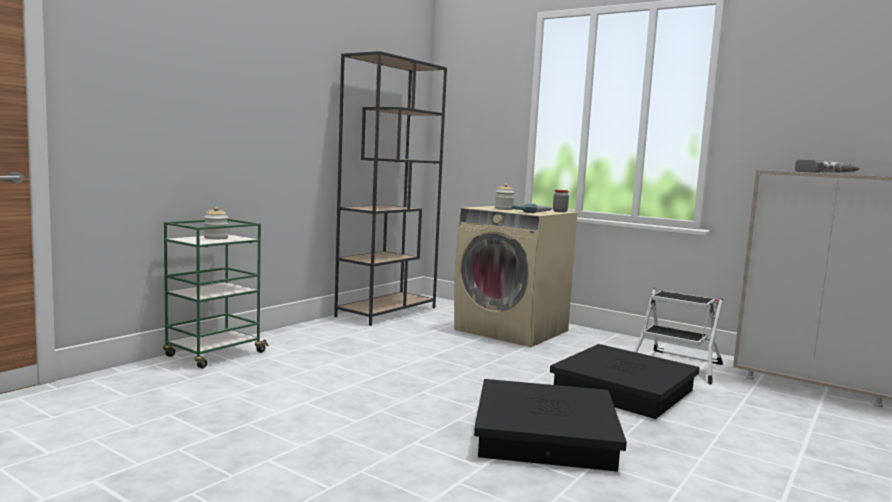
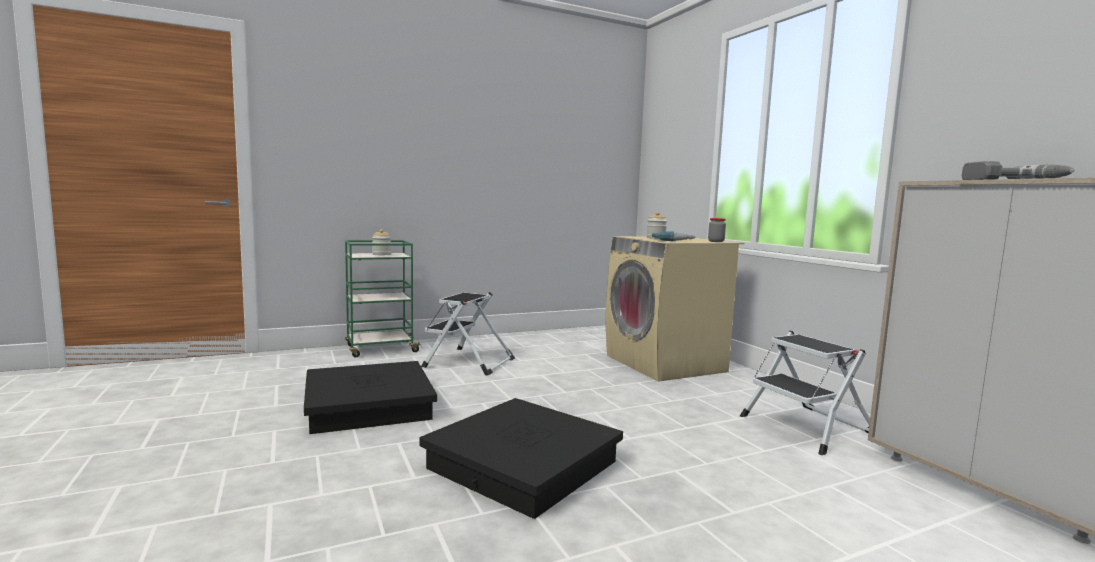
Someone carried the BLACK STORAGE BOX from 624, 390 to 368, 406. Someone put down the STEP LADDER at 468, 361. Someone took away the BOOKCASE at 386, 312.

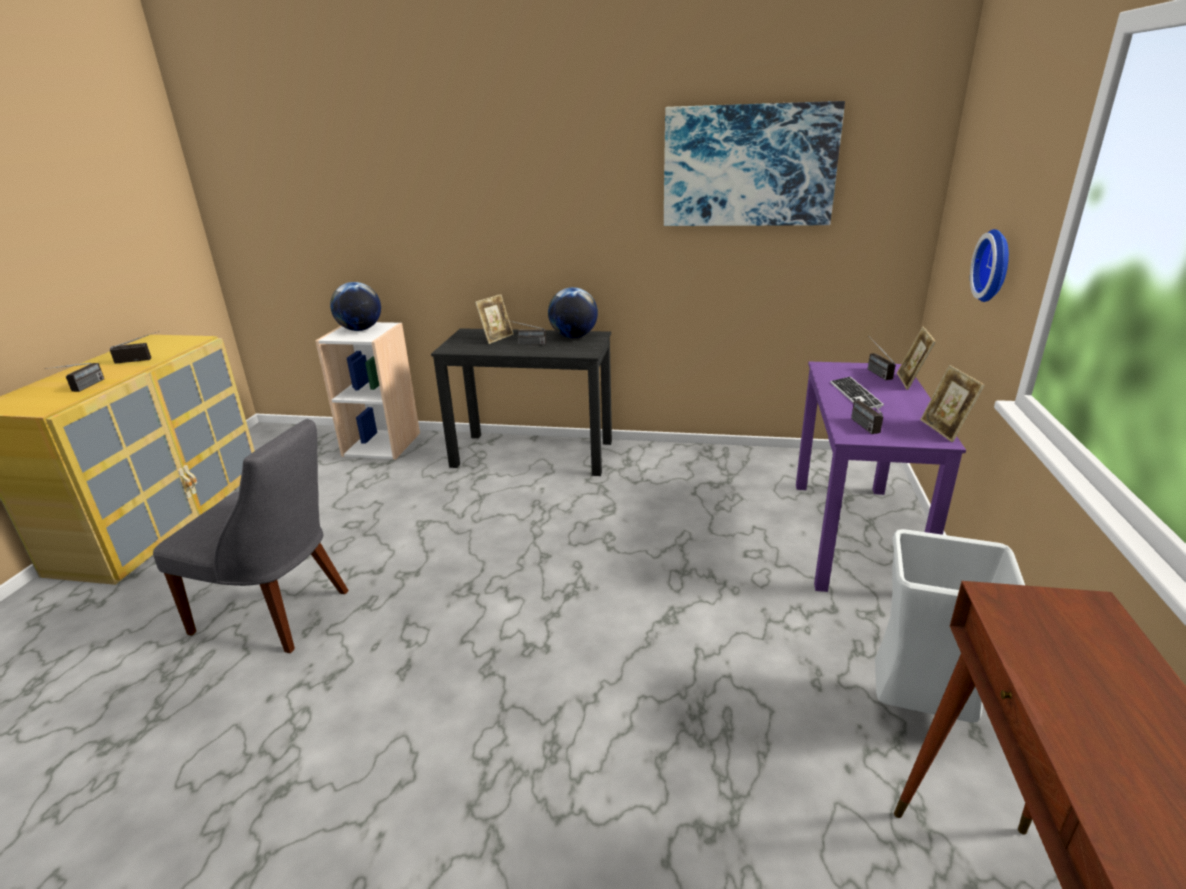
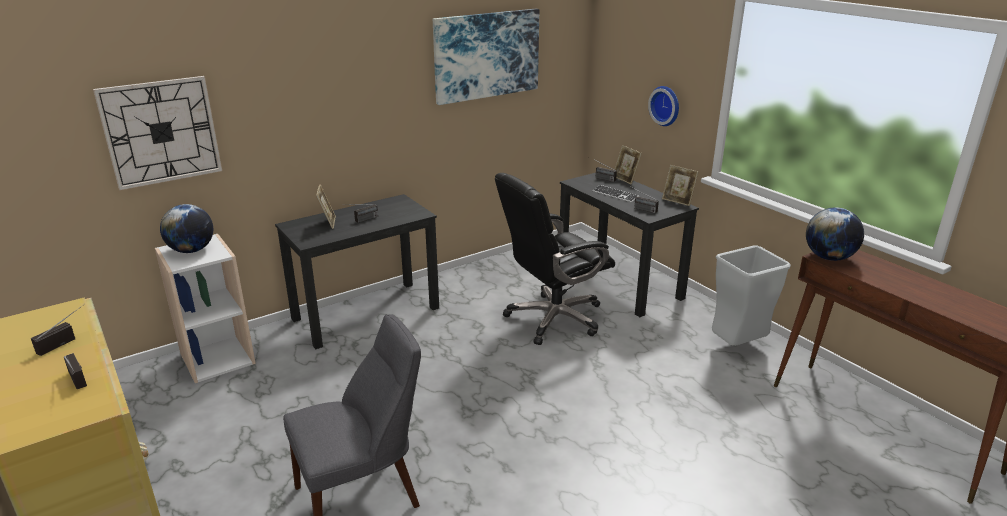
Someone put up the WALL CLOCK at 161, 132. Someone put down the BLACK OFFICE CHAIR at 554, 319. Someone repainted the PURPLE DESK at 852, 535, which became the BLACK DESK at 619, 282. Someone carried the GLOBE from 574, 336 to 829, 257.

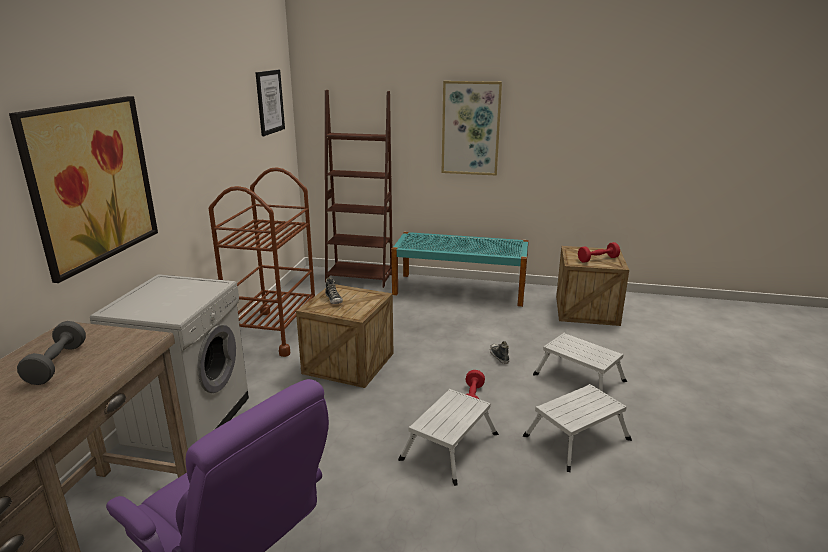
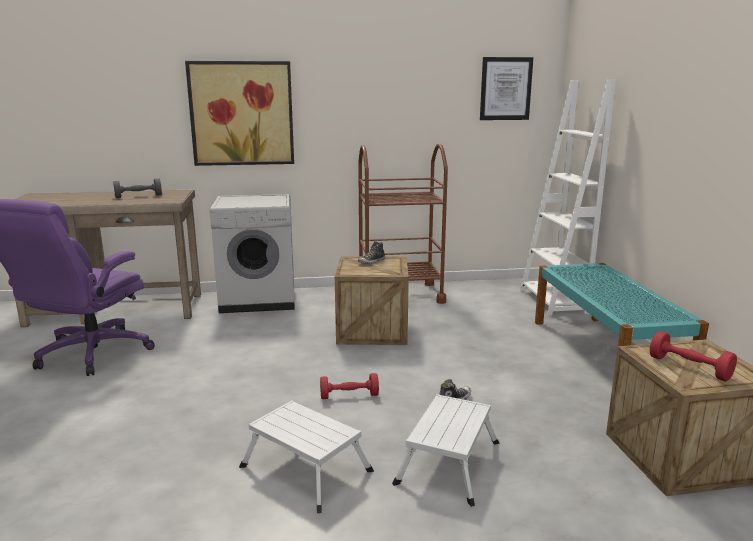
Someone repainted the BROWN BOOKCASE at 359, 278, which became the WHITE BOOKCASE at 553, 301. Someone took away the WHITE STEP LADDER at 449, 447. Someone took away the PICTURE at 470, 128.

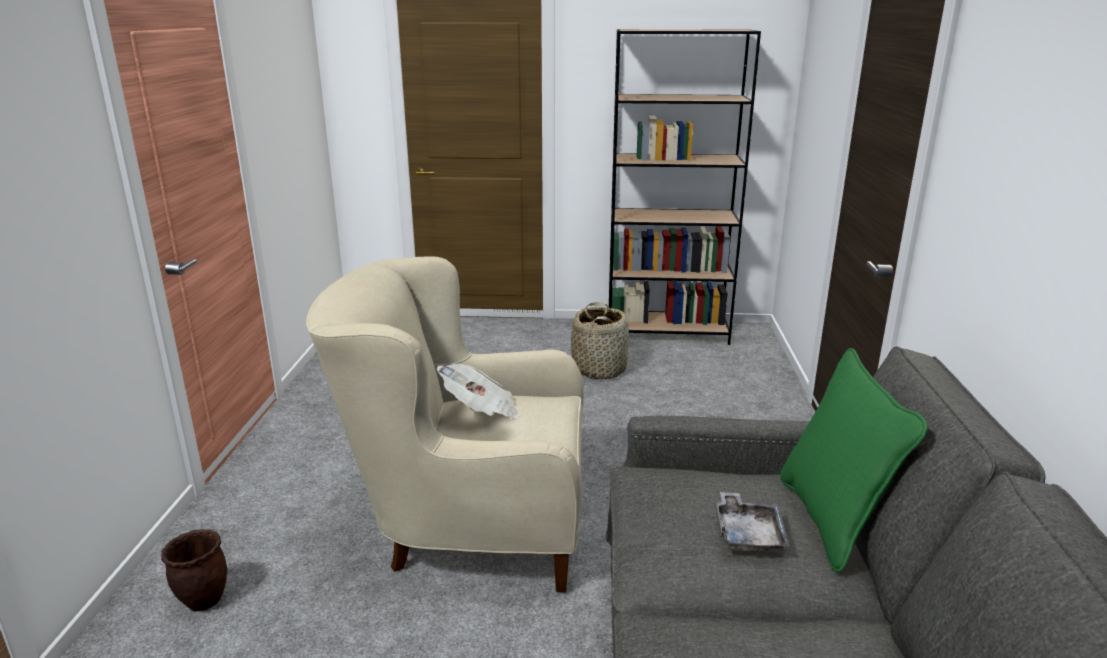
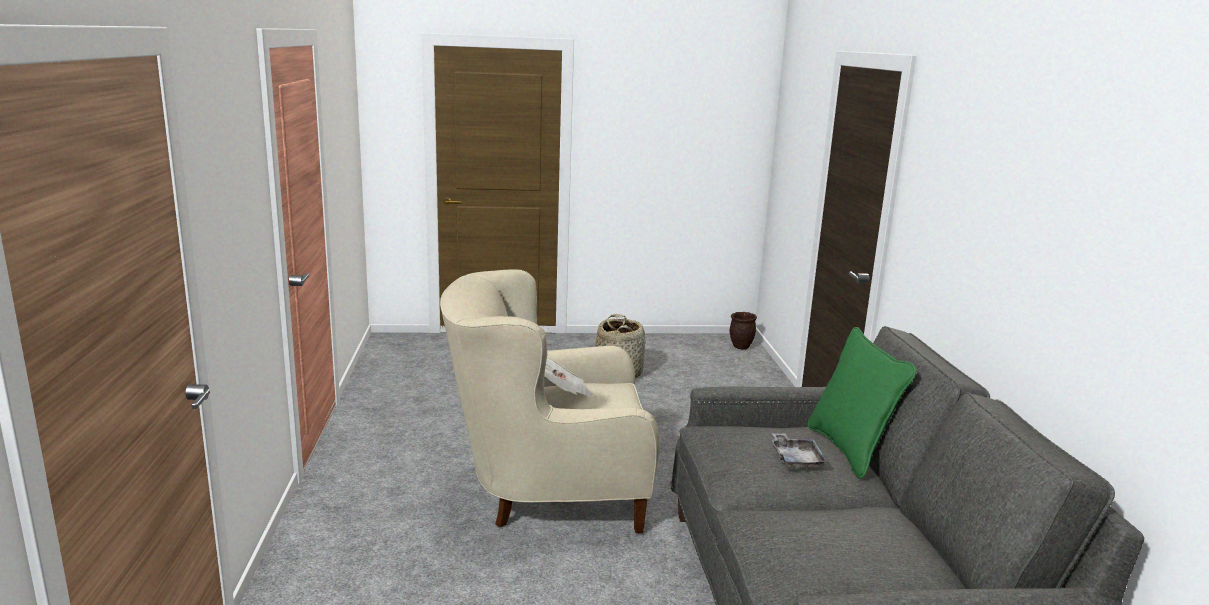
Someone carried the BROWN PLANTER from 204, 600 to 740, 346. Someone took away the BEIGE BOOKCASE at 667, 332.

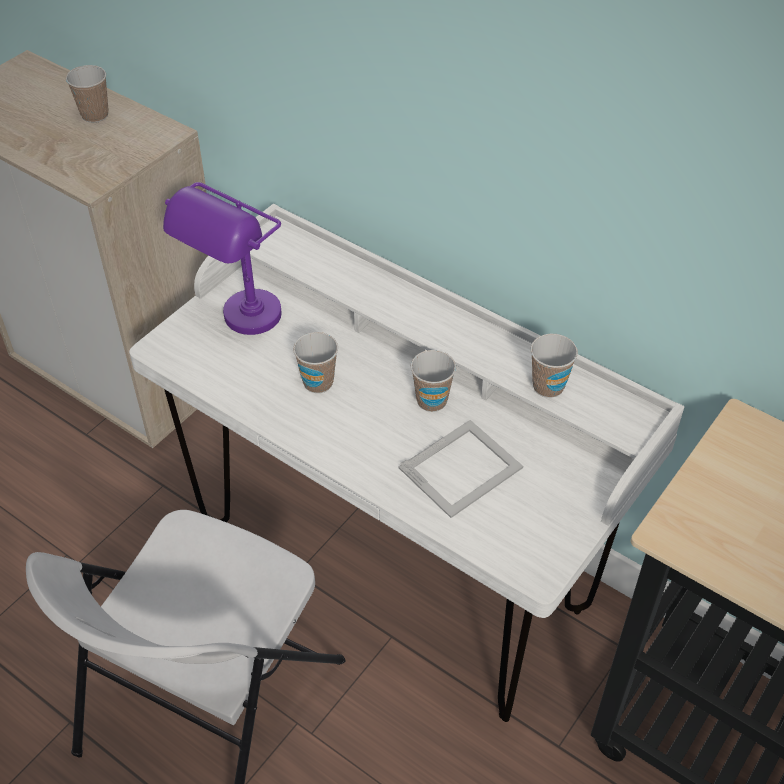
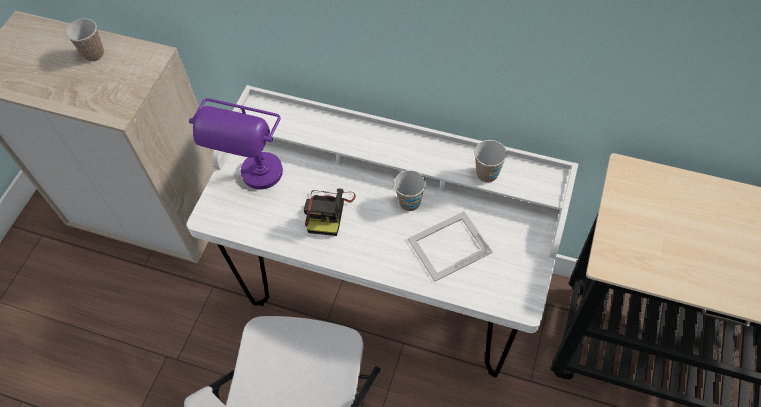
Someone swapped the CUP at 318, 382 for the PHOTO CAMERA at 328, 211. Someone rotated the PICTURE FRAME at 462, 467 by 150 degrees counterclockwise.

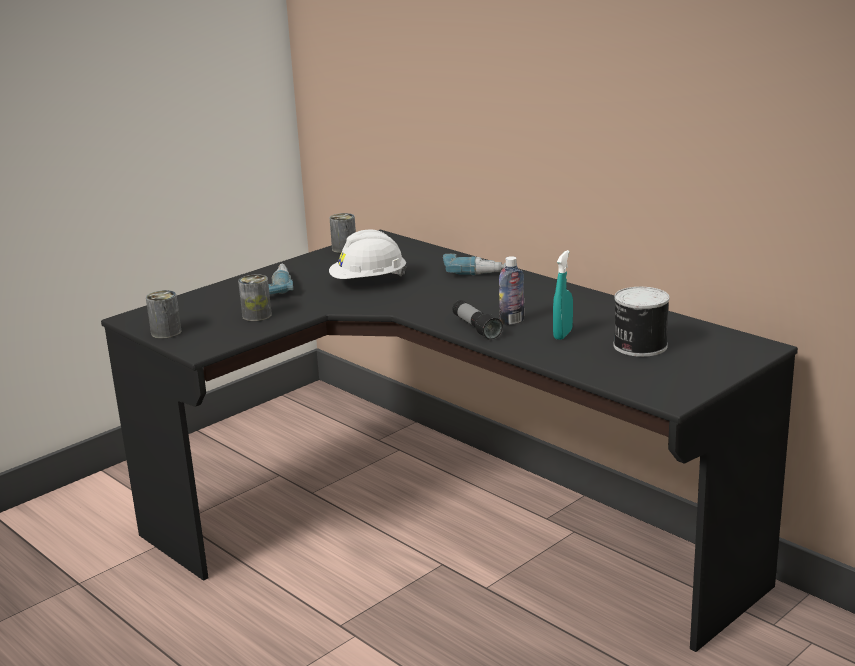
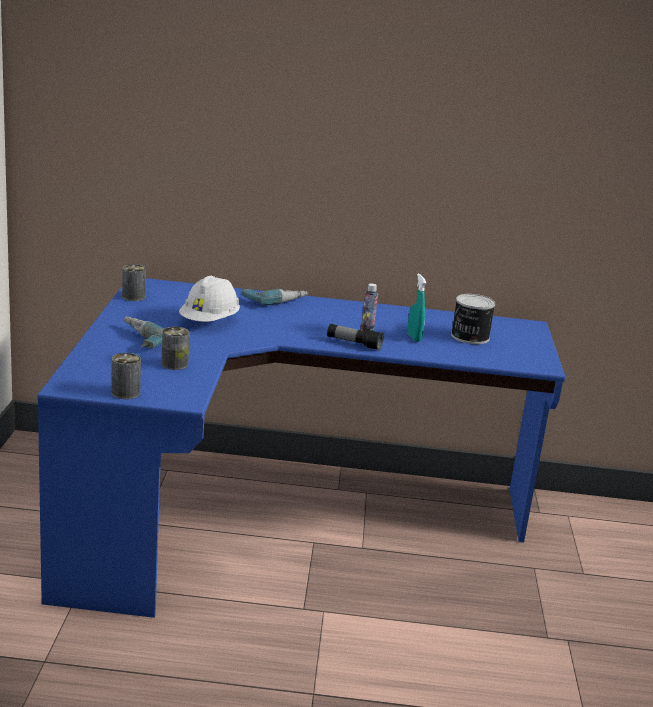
Someone repainted the BLACK DESK at 442, 525, which became the BLUE DESK at 276, 516.

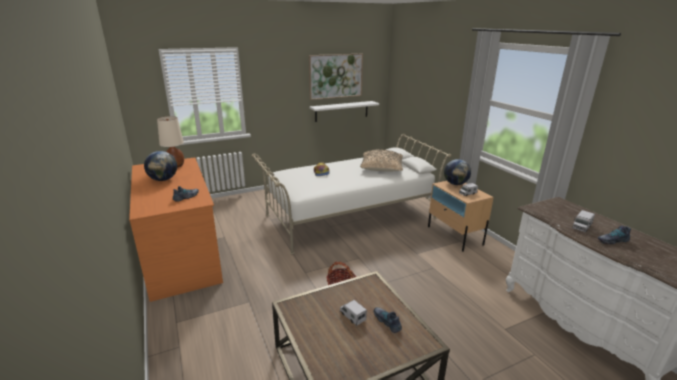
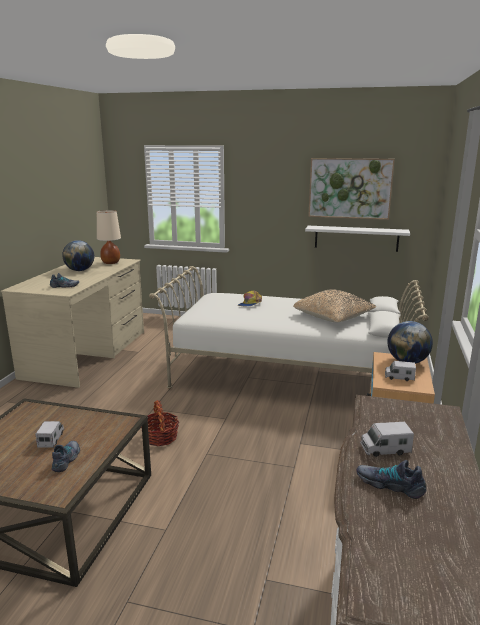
Someone repainted the ORANGE DESK at 181, 254, which became the BEIGE DESK at 87, 353.

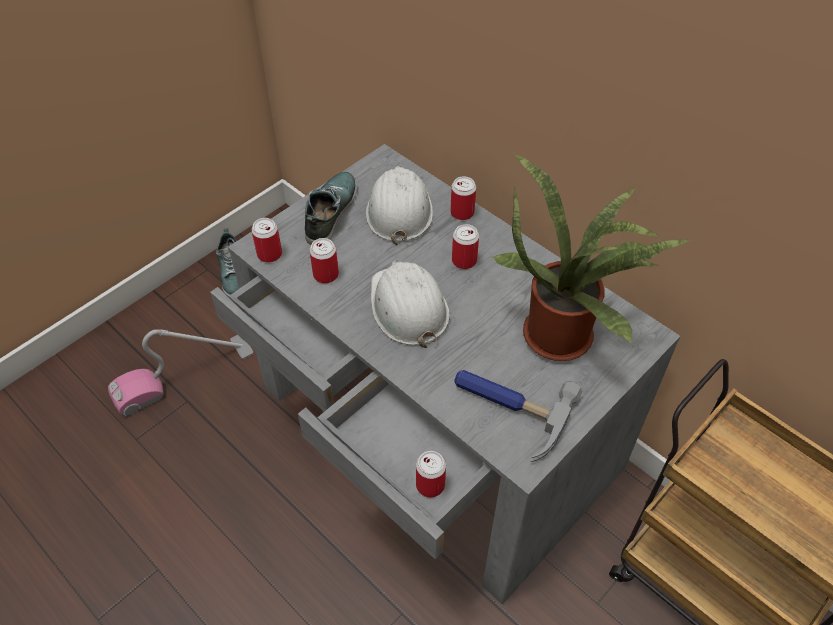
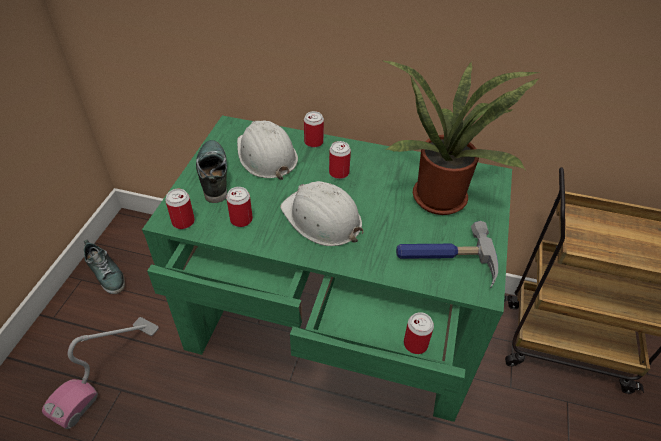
Someone repainted the GREY DESK at 427, 441, which became the GREEN DESK at 332, 333.

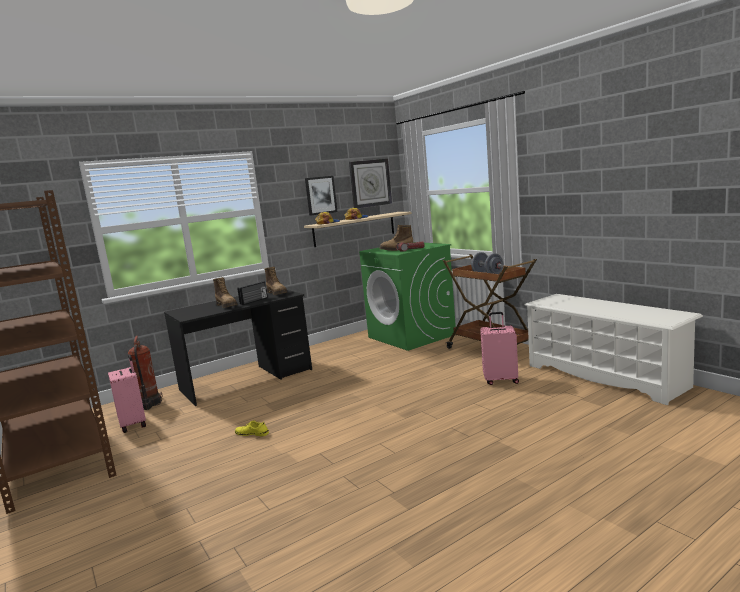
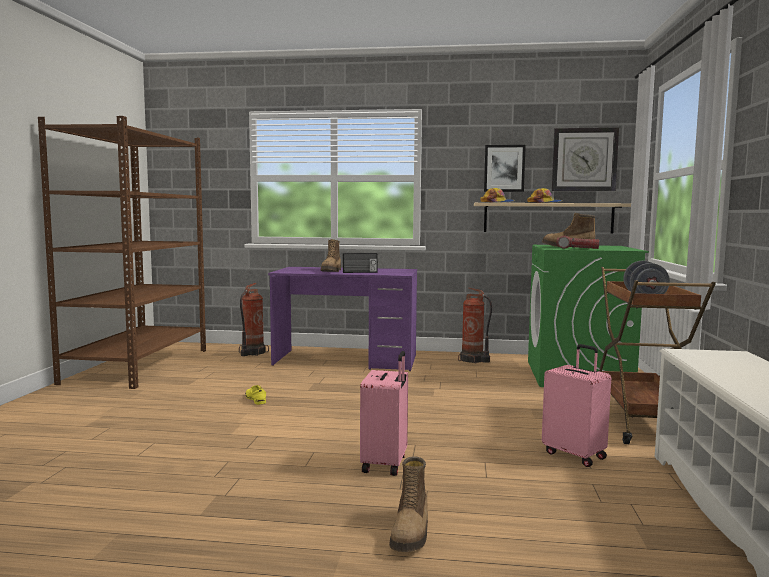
Someone repainted the BLACK DESK at 247, 380, which became the PURPLE DESK at 346, 360. Someone carried the PINK SUITCASE from 134, 424 to 386, 464. Someone carried the BOOT from 277, 293 to 411, 533. Someone put down the FIRE EXTINGUISHER at 473, 360.

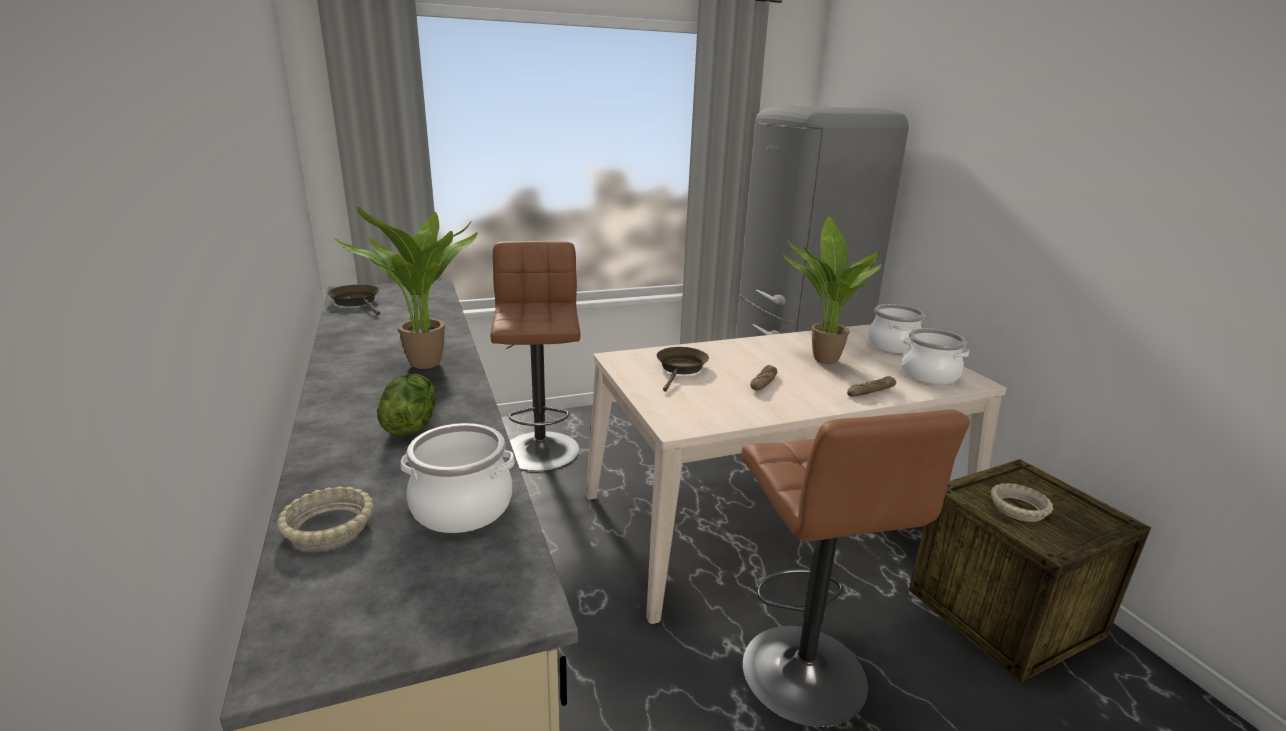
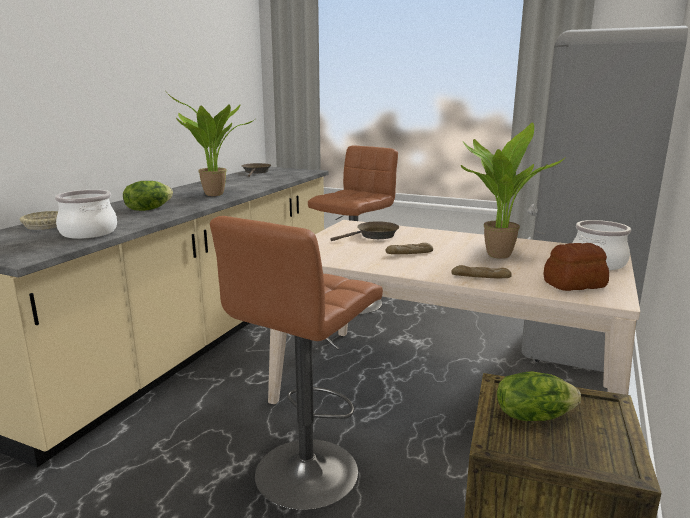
Someone swapped the BEIGE BOWL at 1018, 508 for the LETTUCE at 533, 416. Someone swapped the COOKING POT at 929, 375 for the BREAD at 573, 284.

